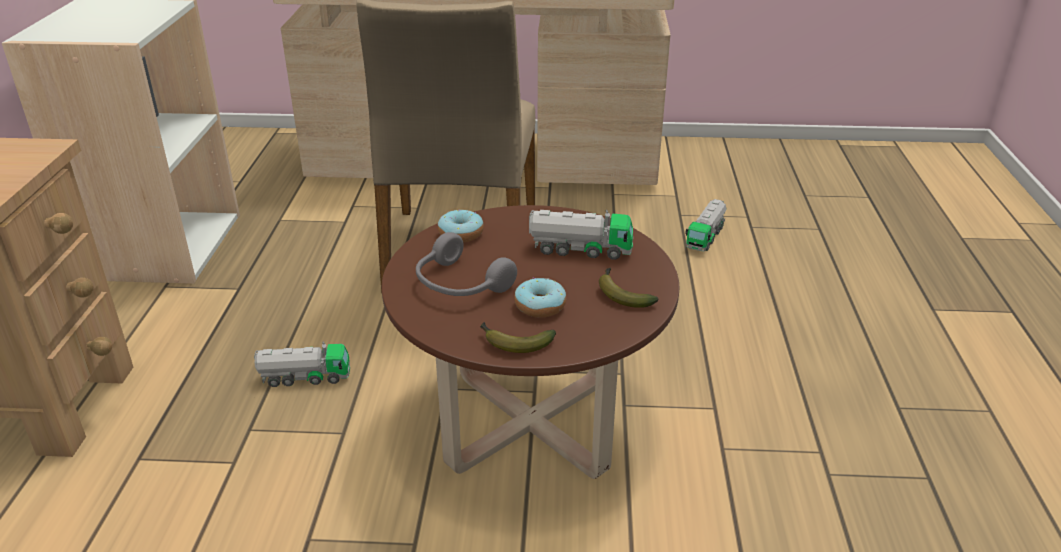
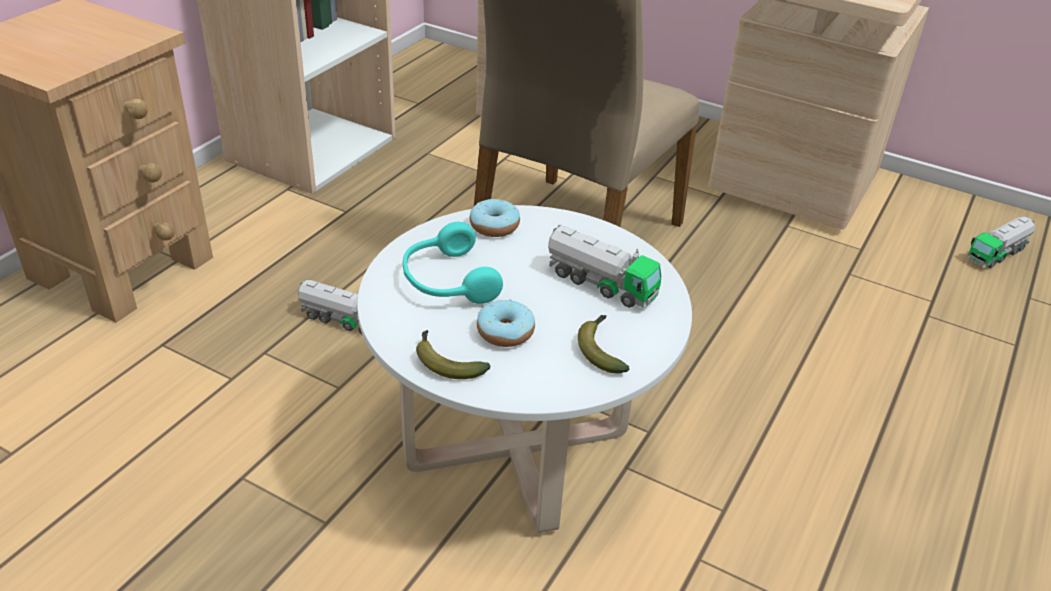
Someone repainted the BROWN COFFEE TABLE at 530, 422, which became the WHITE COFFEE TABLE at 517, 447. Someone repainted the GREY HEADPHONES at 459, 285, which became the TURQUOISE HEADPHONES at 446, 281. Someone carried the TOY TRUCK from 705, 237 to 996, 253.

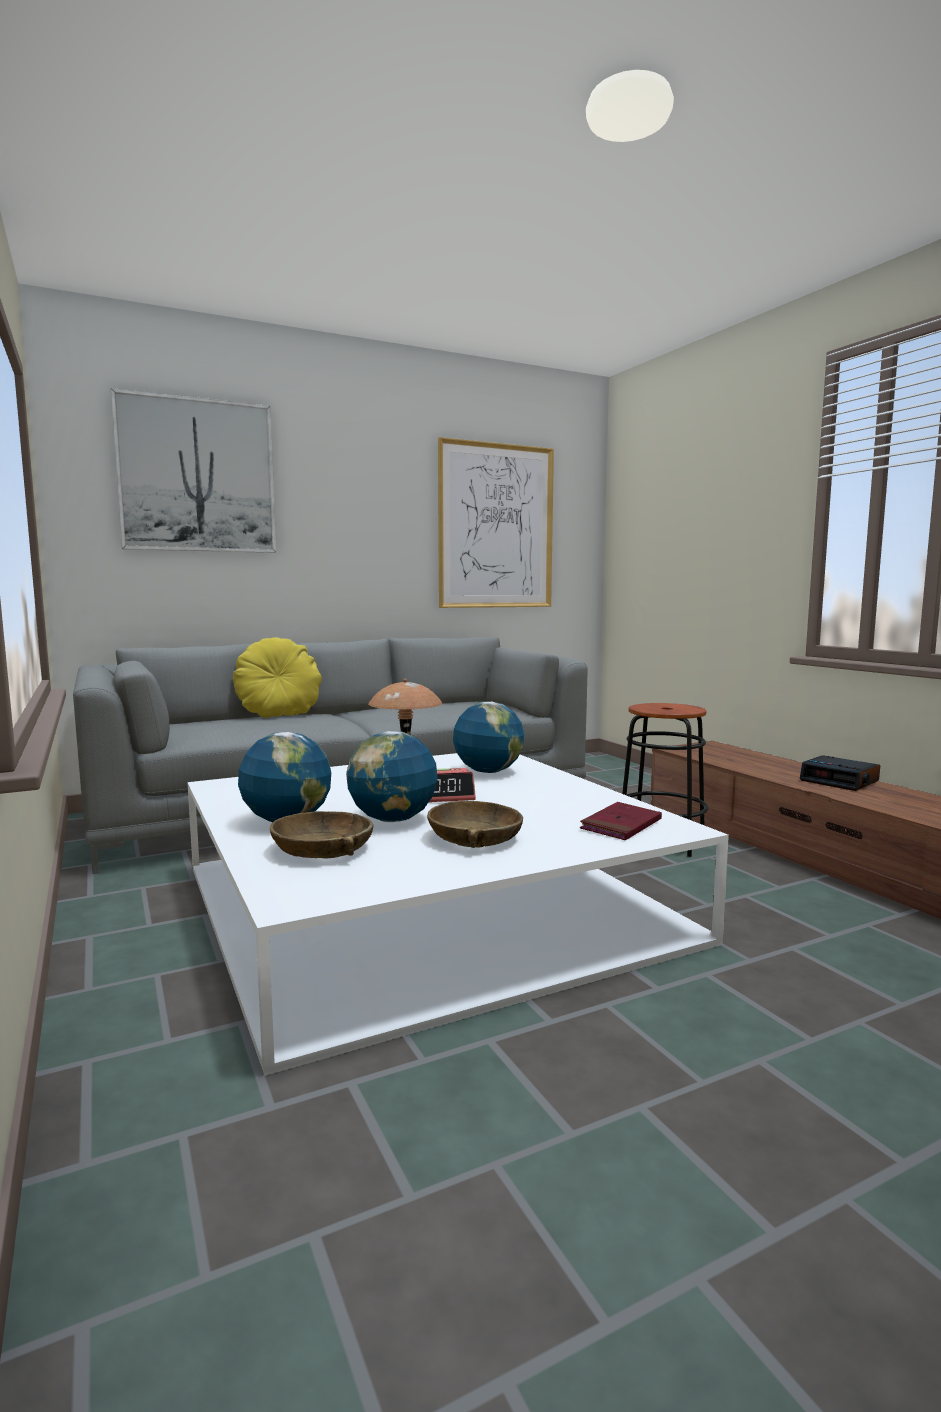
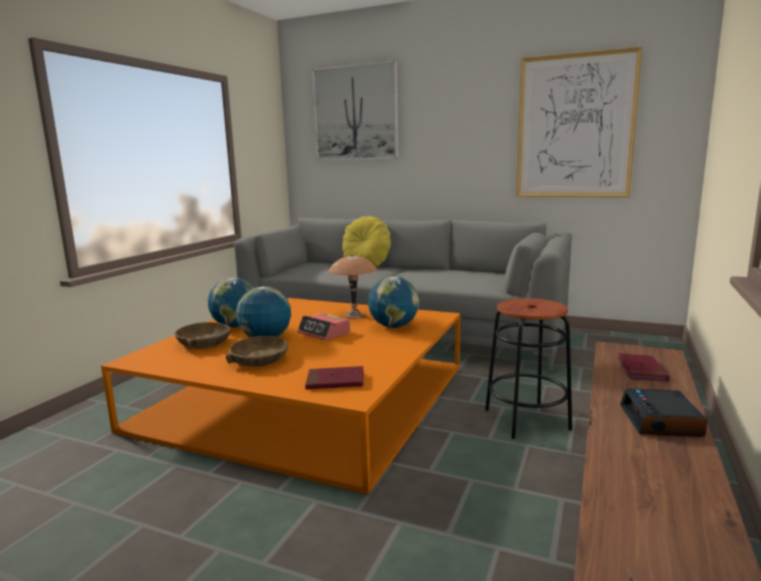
Someone repainted the WHITE COFFEE TABLE at 427, 902, which became the ORANGE COFFEE TABLE at 307, 396. Someone put down the RED BOOK at 641, 370.

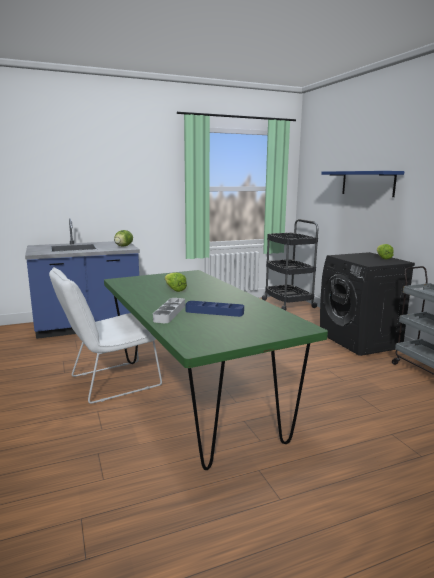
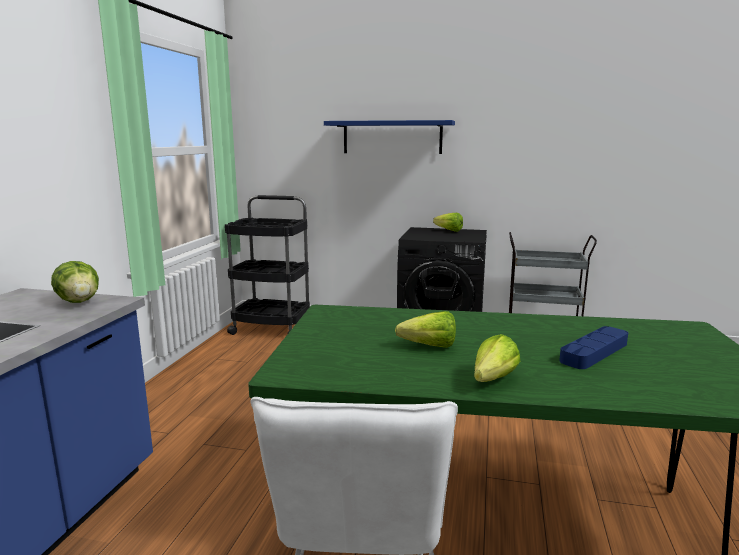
Someone put down the LETTUCE at 489, 382. Someone took away the GREY TRAY at 169, 313.

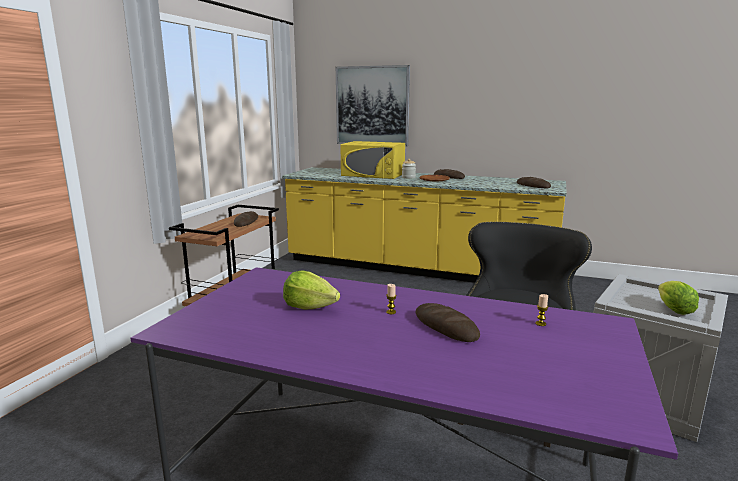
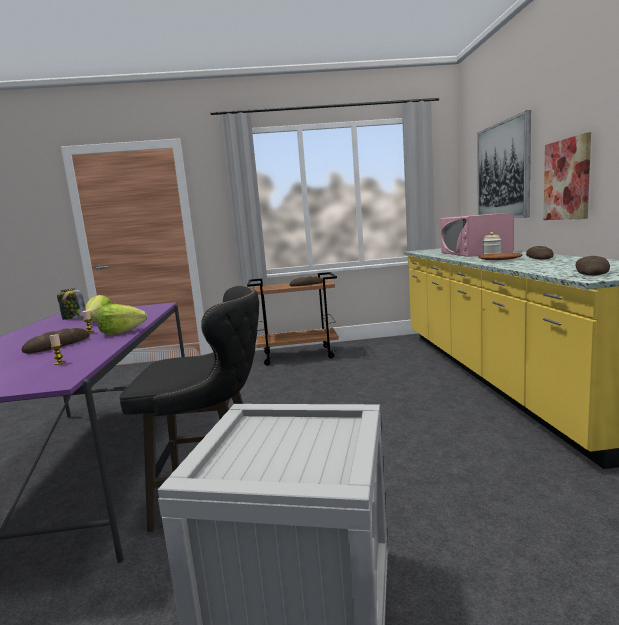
Someone put down the JAR at 74, 318. Someone carried the LETTUCE from 673, 309 to 121, 332. Someone repainted the YELLOW MICROWAVE at 373, 174, which became the PINK MICROWAVE at 474, 252. Someone put up the PICTURE at 567, 179.

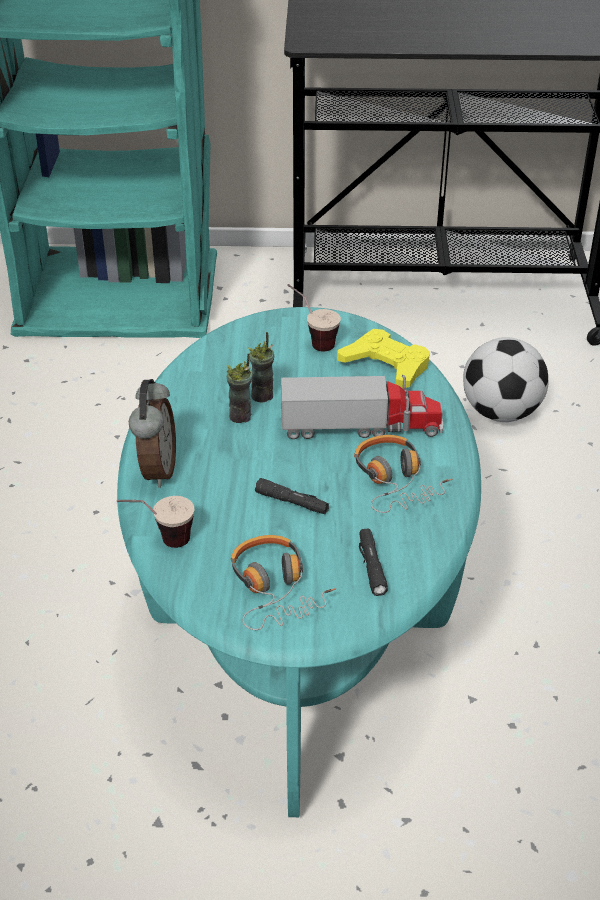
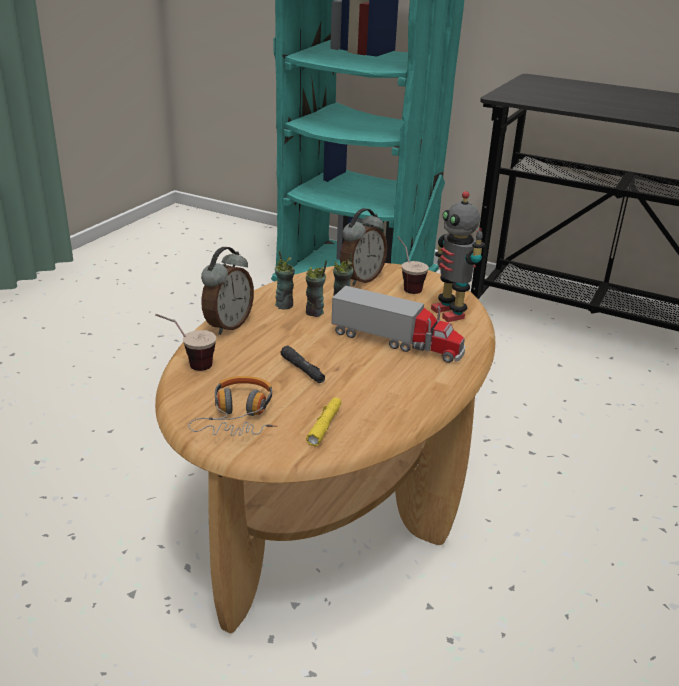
Someone repainted the TURQUOISE COFFEE TABLE at 299, 621, which became the BROWN COFFEE TABLE at 332, 501. Someone put down the CUP at 284, 305. Someone repainted the BLACK FLASHLIGHT at 371, 566, which became the YELLOW FLASHLIGHT at 324, 426. Someone put down the ALARM CLOCK at 361, 279. Someone swapped the YELLOW GAME CONTROLLER at 386, 365 for the TOY ROBOT at 450, 313. Someone took away the HEADPHONES at 395, 481. Someone took away the FOOTBALL at 501, 413.

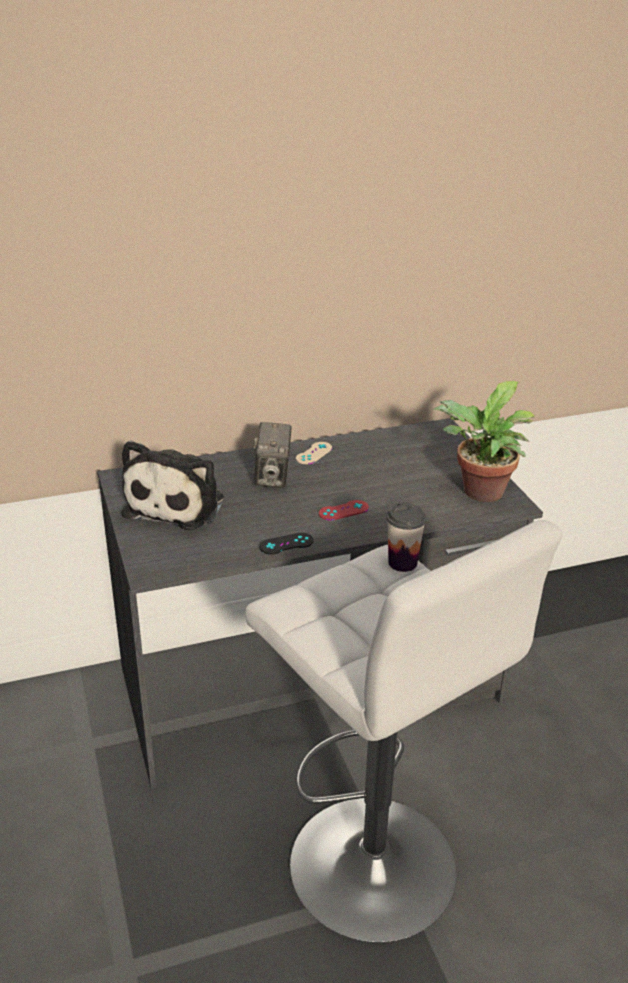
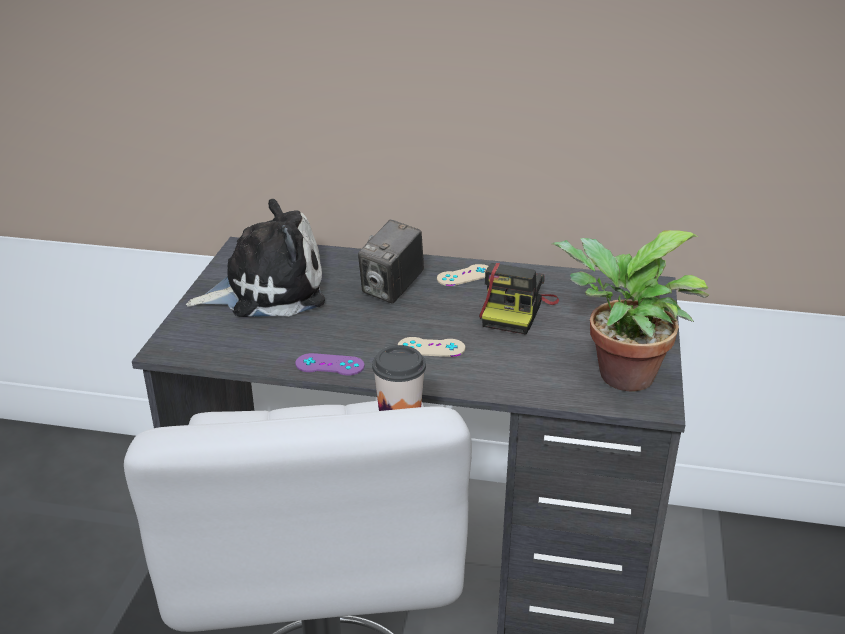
Someone rotated the PLUSH TOY at 178, 504 by 150 degrees counterclockwise. Someone repainted the BLACK GAME CONTROLLER at 286, 544, which became the PURPLE GAME CONTROLLER at 329, 365. Someone repainted the RED GAME CONTROLLER at 343, 510, which became the BEIGE GAME CONTROLLER at 431, 347. Someone put down the PHOTO CAMERA at 516, 311.

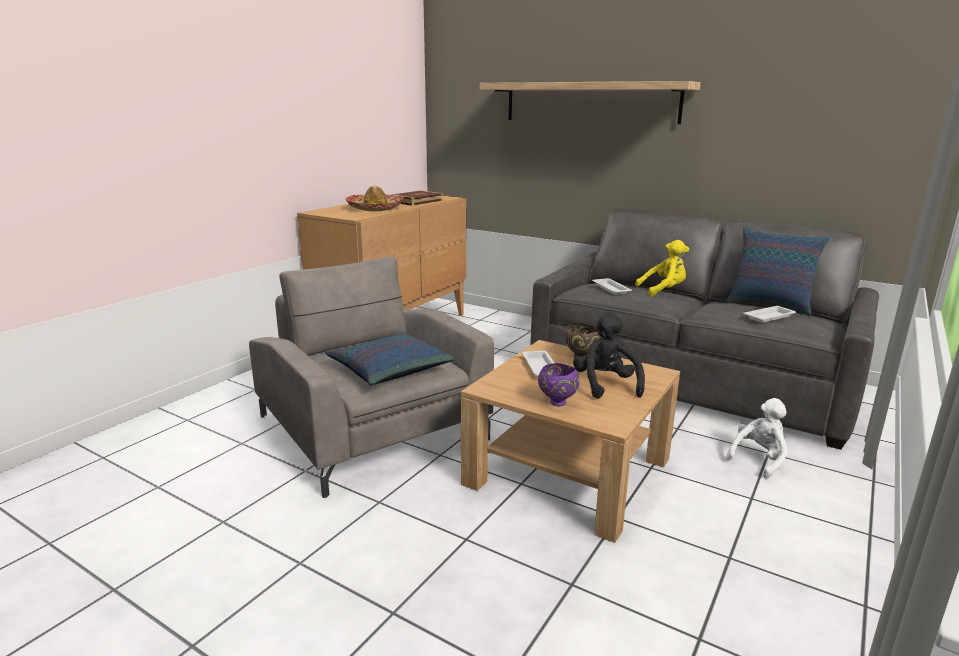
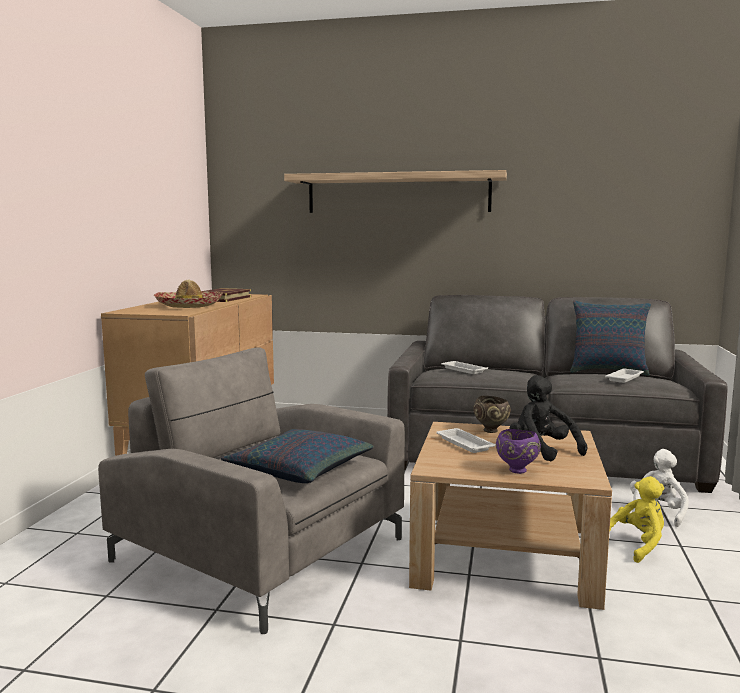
Someone carried the YELLOW PLUSH TOY from 663, 290 to 637, 545.

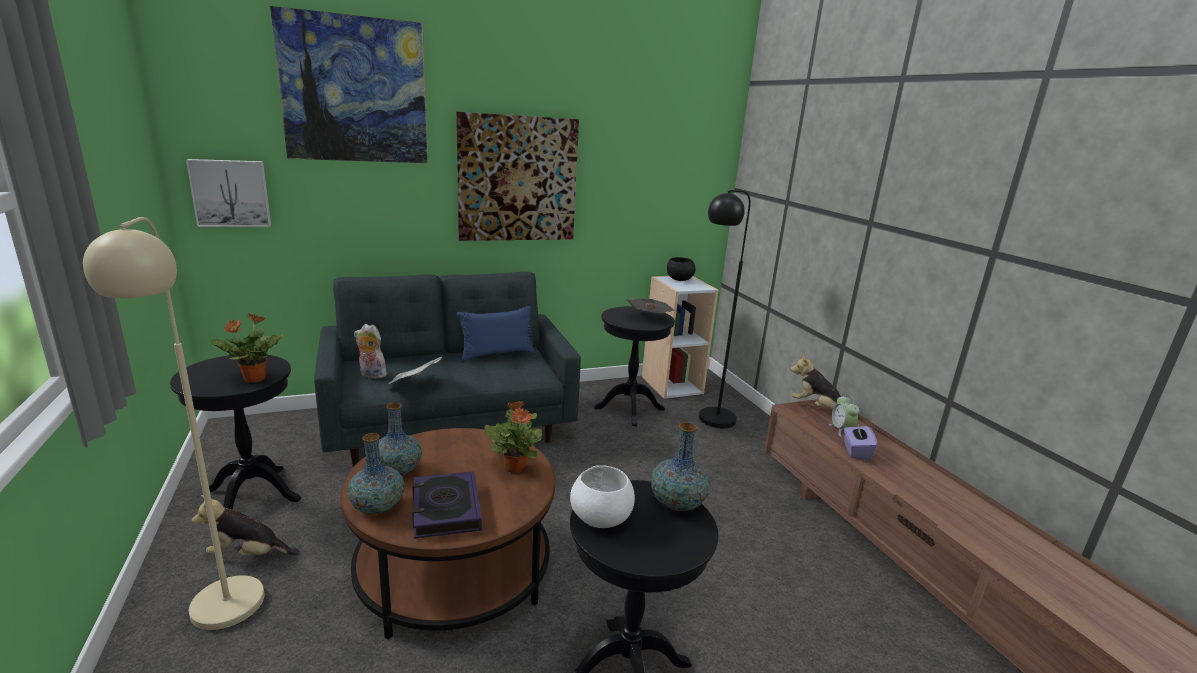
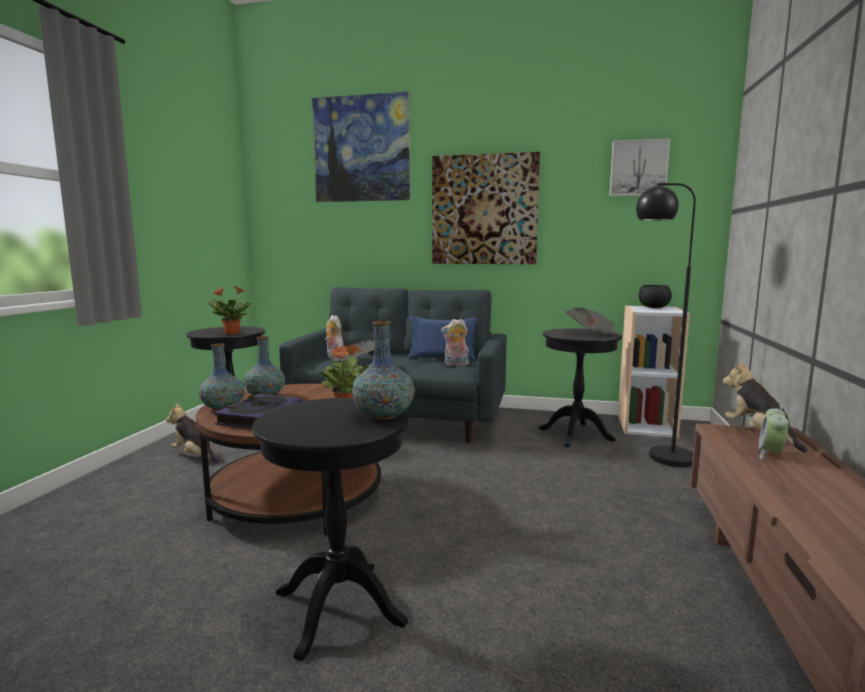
Someone put down the PLUSH TOY at 456, 364. Someone carried the PICTURE from 231, 193 to 638, 168. Someone took away the BEIGE FLOOR LAMP at 222, 621. Someone took away the WHITE BOWL at 601, 517. Someone took away the PURPLE TISSUE BOX at 856, 451.

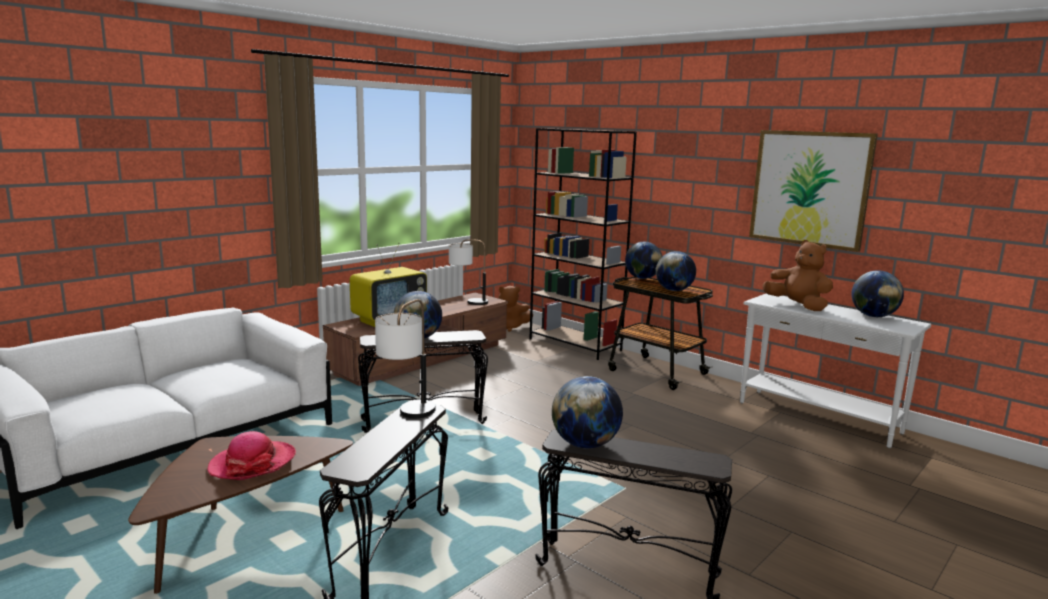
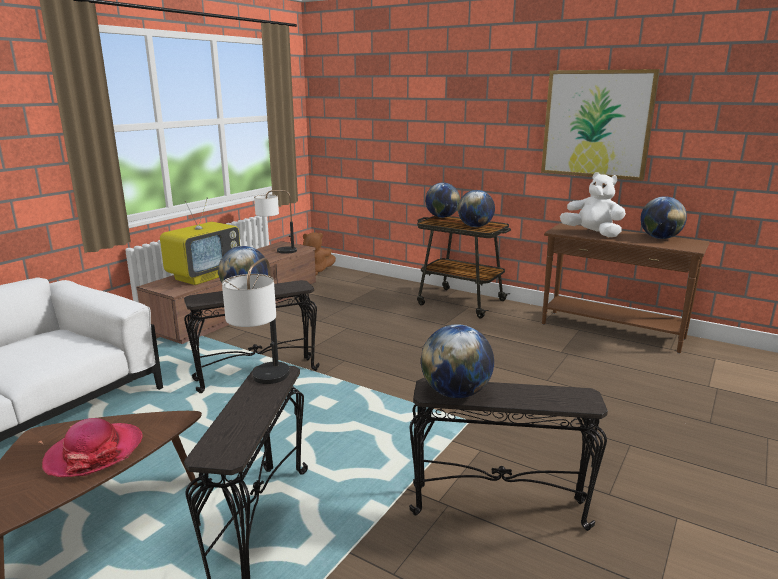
Someone repainted the WHITE CONSOLE TABLE at 819, 417, which became the BROWN CONSOLE TABLE at 612, 331. Someone repainted the BROWN PLUSH TOY at 797, 306, which became the WHITE PLUSH TOY at 592, 233. Someone took away the BEIGE BOOKCASE at 575, 345.

